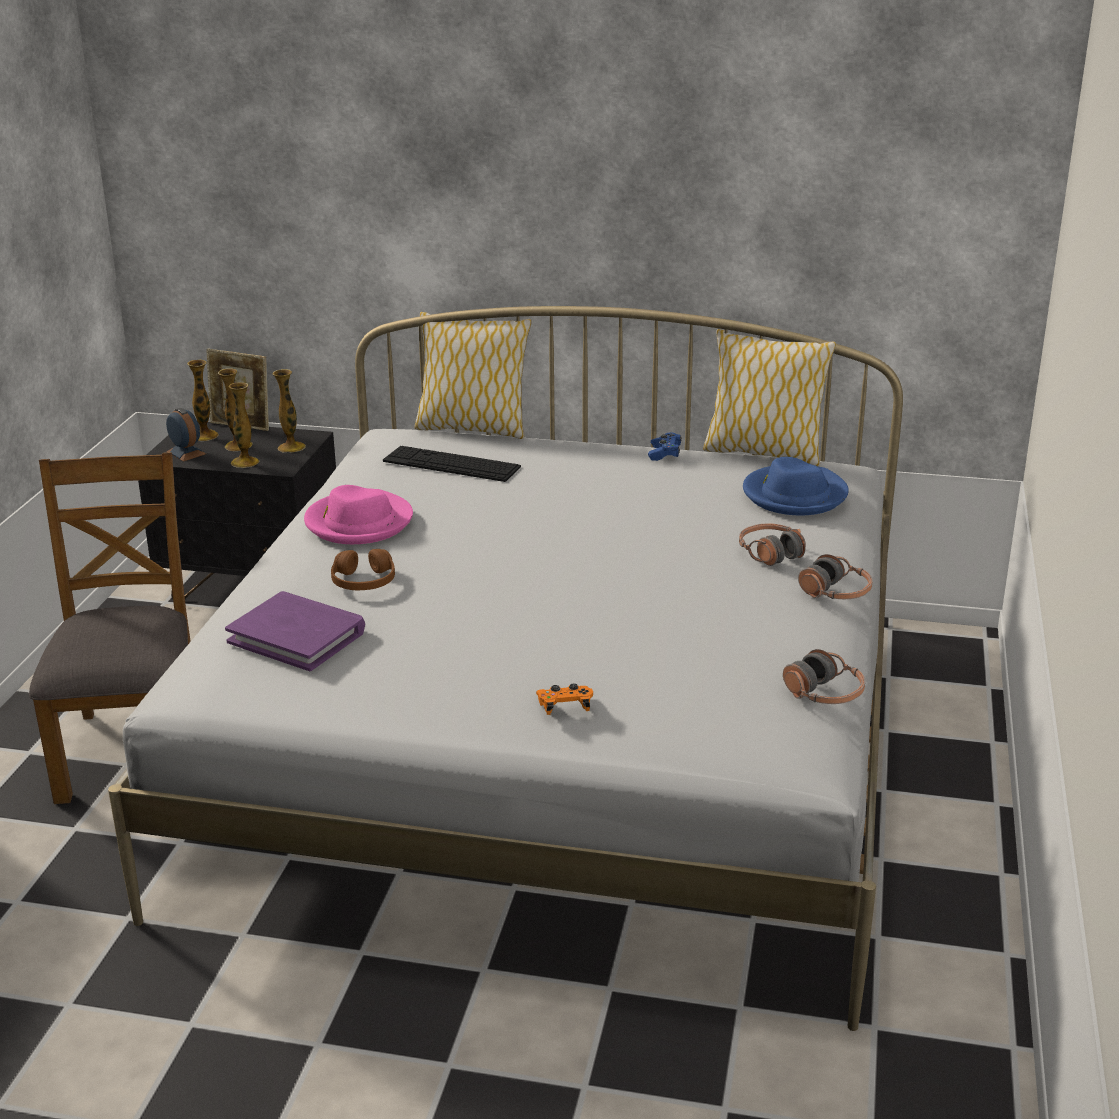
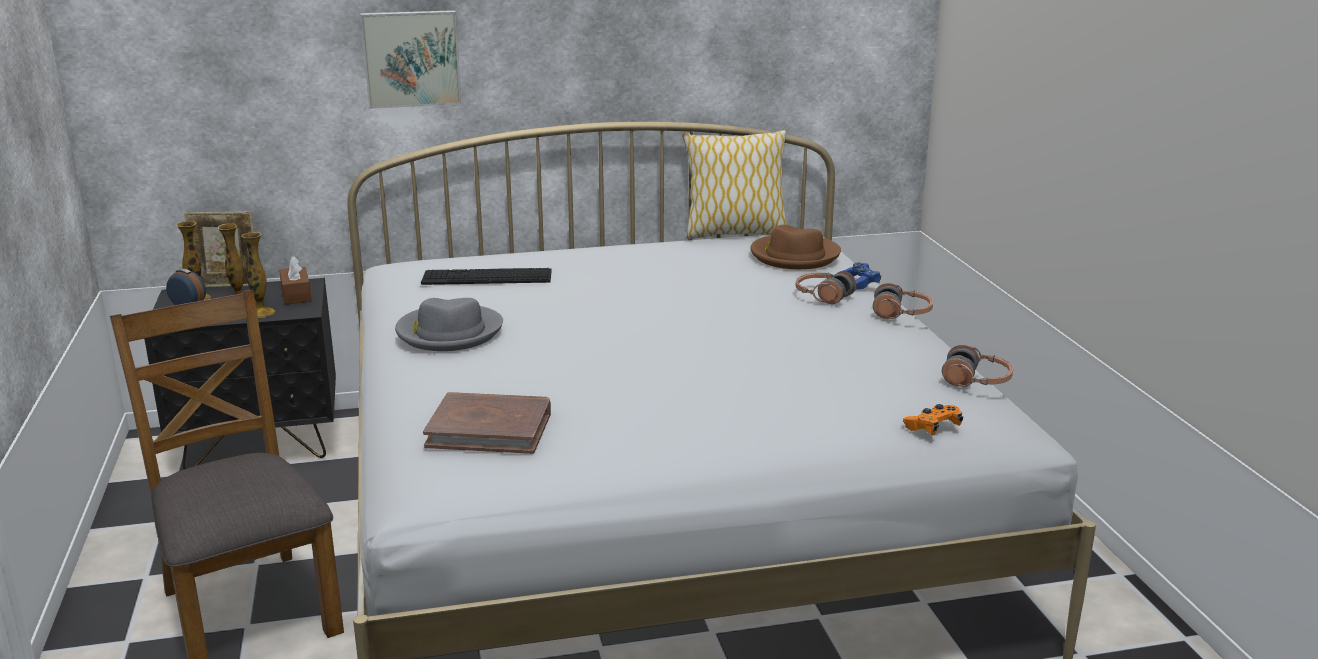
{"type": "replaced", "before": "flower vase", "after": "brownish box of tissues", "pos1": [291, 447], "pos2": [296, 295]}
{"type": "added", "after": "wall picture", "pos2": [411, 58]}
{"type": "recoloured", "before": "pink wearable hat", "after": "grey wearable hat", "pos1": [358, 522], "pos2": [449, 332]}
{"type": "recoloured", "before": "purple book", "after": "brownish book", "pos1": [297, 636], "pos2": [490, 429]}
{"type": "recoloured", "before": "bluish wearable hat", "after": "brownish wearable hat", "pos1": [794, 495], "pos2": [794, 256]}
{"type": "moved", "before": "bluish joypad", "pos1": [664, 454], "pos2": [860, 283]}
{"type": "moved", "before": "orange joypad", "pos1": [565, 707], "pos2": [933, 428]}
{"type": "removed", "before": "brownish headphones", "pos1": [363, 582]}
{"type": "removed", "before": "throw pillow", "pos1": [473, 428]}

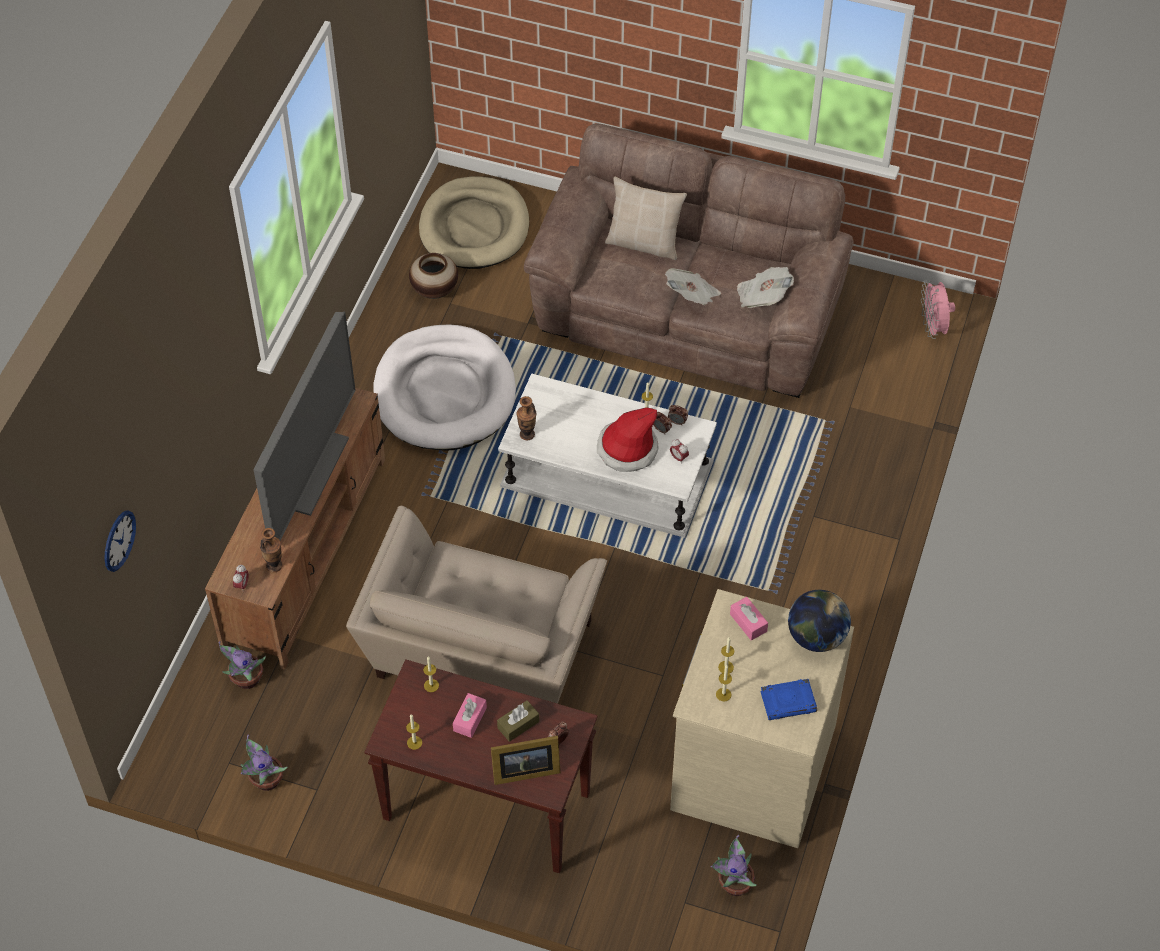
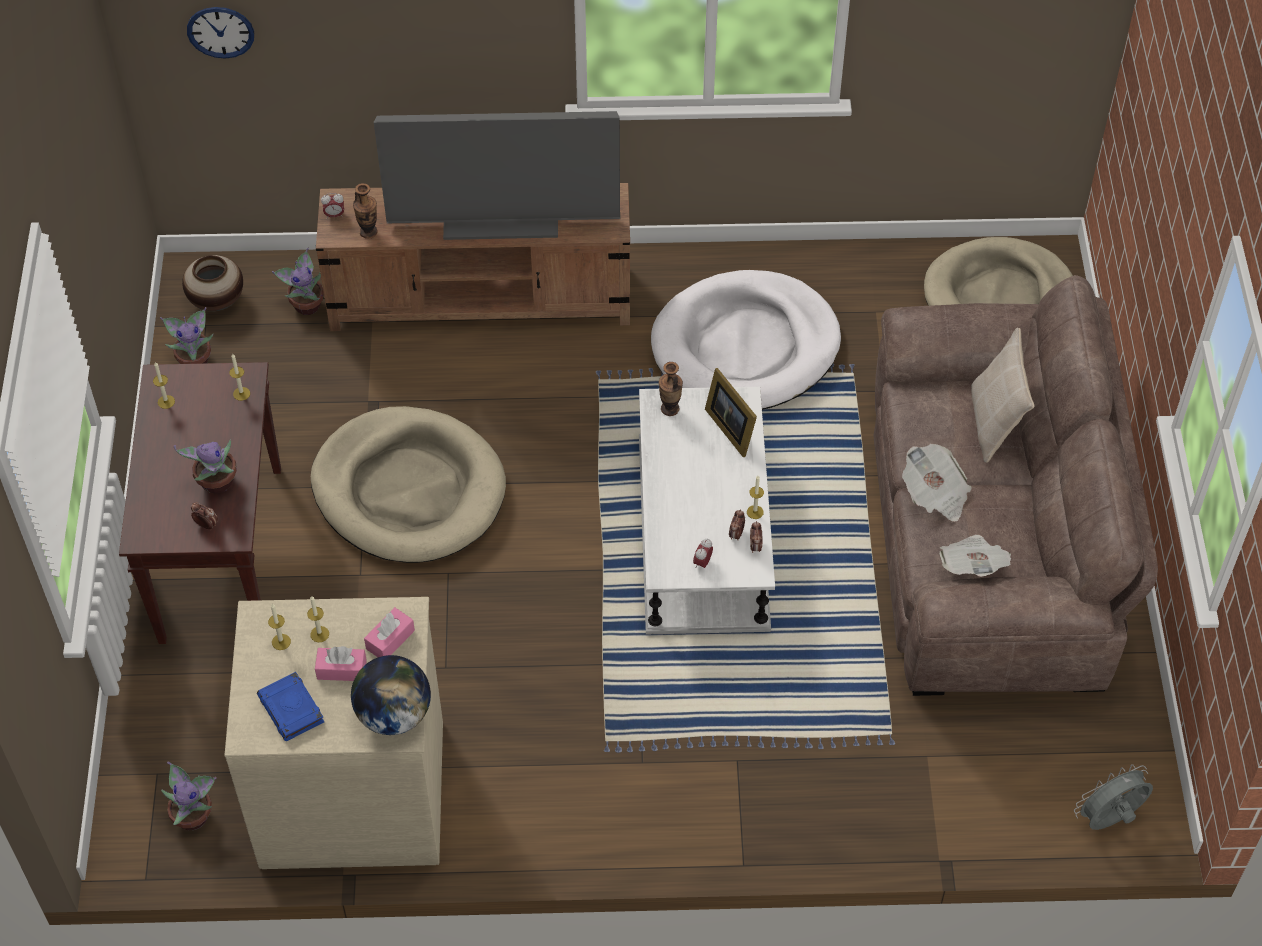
{"type": "replaced", "before": "brownish box of tissues", "after": "plant in a pot", "pos1": [518, 725], "pos2": [216, 483]}
{"type": "moved", "before": "flower vase", "pos1": [435, 290], "pos2": [217, 301]}
{"type": "replaced", "before": "sand-coloured lounge chair", "after": "sand-coloured dog cushion", "pos1": [481, 655], "pos2": [409, 490]}
{"type": "moved", "before": "pink box of tissues", "pos1": [470, 719], "pos2": [341, 669]}
{"type": "moved", "before": "photo frame", "pos1": [523, 770], "pos2": [731, 427]}
{"type": "recoloured", "before": "pink cooling fan", "after": "grey cooling fan", "pos1": [933, 327], "pos2": [1109, 820]}
{"type": "removed", "before": "wearable hat", "pos1": [627, 449]}

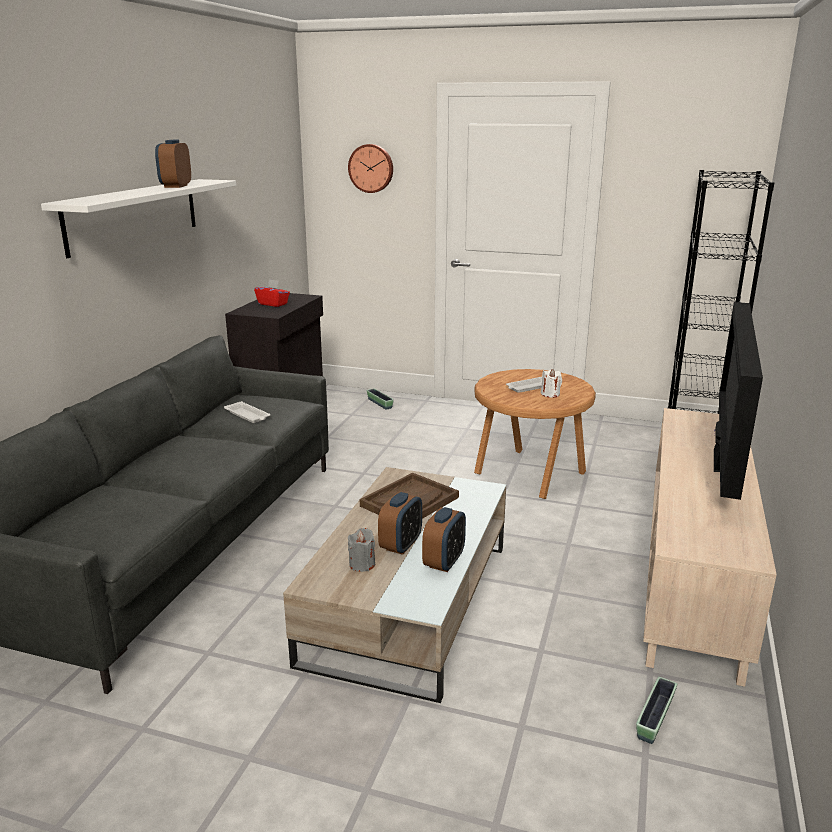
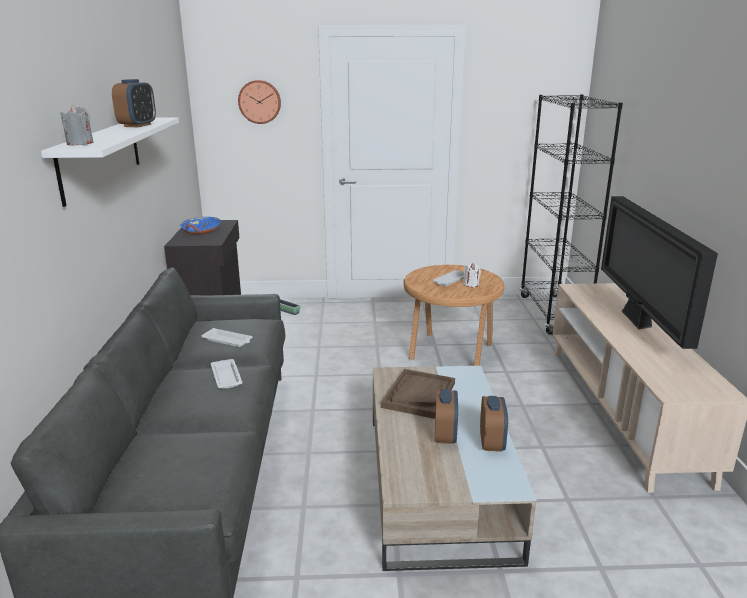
{"type": "moved", "before": "grey wax light", "pos1": [362, 564], "pos2": [80, 143]}
{"type": "turned", "before": "alarm clock", "pos1": [176, 186], "pos2": [137, 125], "turn": -150}
{"type": "replaced", "before": "red box of tissues", "after": "bluish bowl", "pos1": [273, 304], "pos2": [201, 232]}
{"type": "added", "after": "whitish carrying tray", "pos2": [226, 376]}
{"type": "removed", "before": "plant pot", "pos1": [655, 718]}

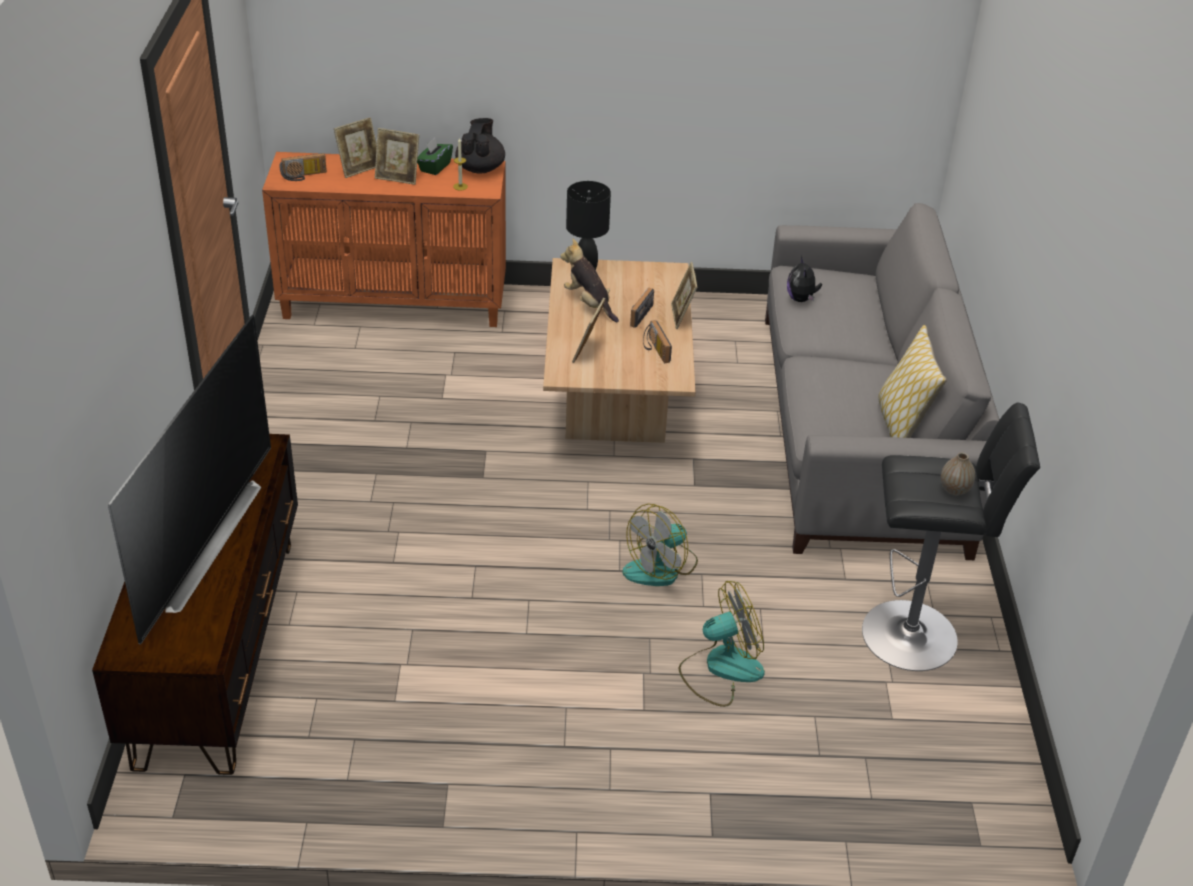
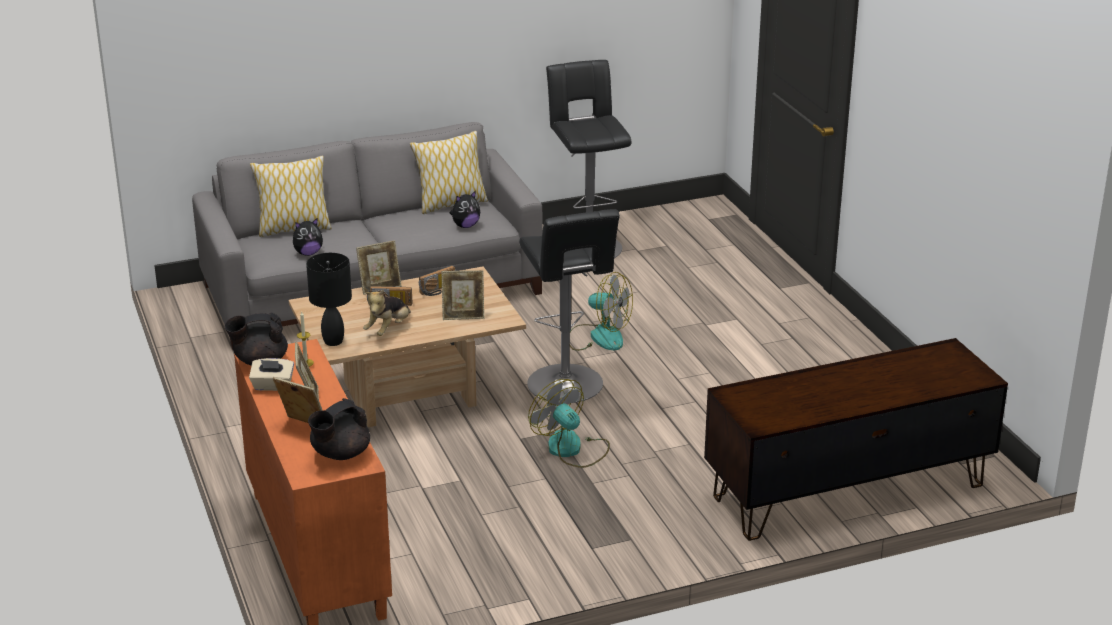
{"type": "recoloured", "before": "green box of tissues", "after": "sand-coloured box of tissues", "pos1": [434, 167], "pos2": [272, 386]}
{"type": "added", "after": "throw pillow", "pos2": [293, 229]}
{"type": "replaced", "before": "radio receiver", "after": "black pot for tea", "pos1": [304, 176], "pos2": [340, 454]}
{"type": "added", "after": "plush toy", "pos2": [465, 226]}
{"type": "added", "after": "black sitting stool", "pos2": [567, 386]}
{"type": "moved", "before": "cooling fan", "pos1": [720, 669], "pos2": [571, 449]}
{"type": "removed", "before": "TV set", "pos1": [199, 541]}
{"type": "removed", "before": "flower vase", "pos1": [954, 489]}

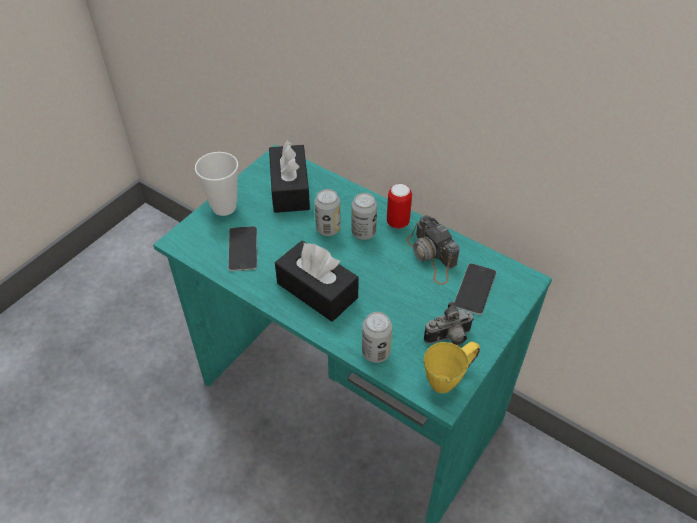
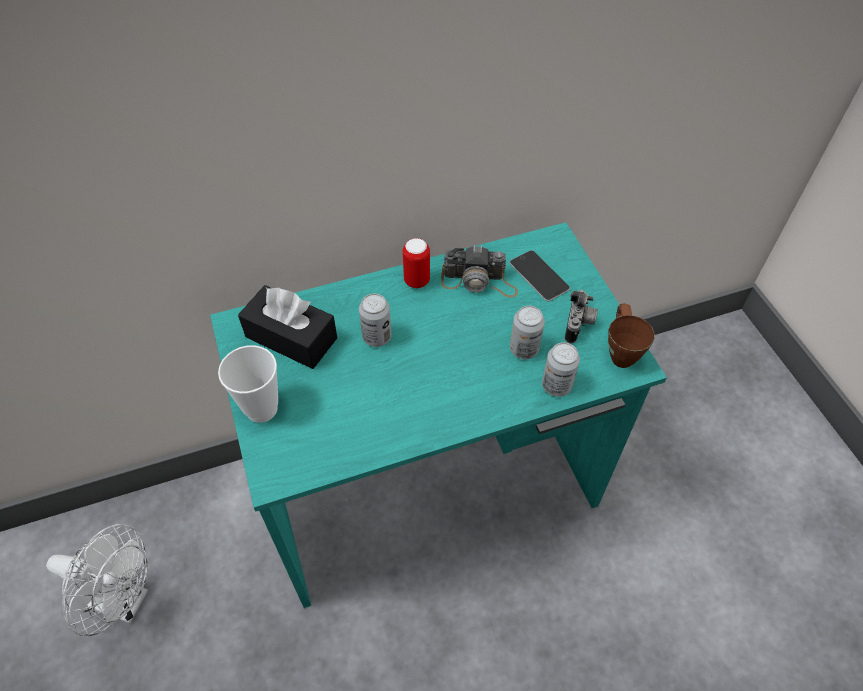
{"type": "added", "after": "whitish cooling fan", "pos2": [124, 600]}
{"type": "moved", "before": "metal can", "pos1": [363, 232], "pos2": [524, 349]}
{"type": "recoloured", "before": "yellow-coloured mug", "after": "brownish mug", "pos1": [449, 379], "pos2": [620, 350]}
{"type": "removed", "before": "handset", "pos1": [243, 248]}
{"type": "removed", "before": "black box of tissues", "pos1": [317, 290]}

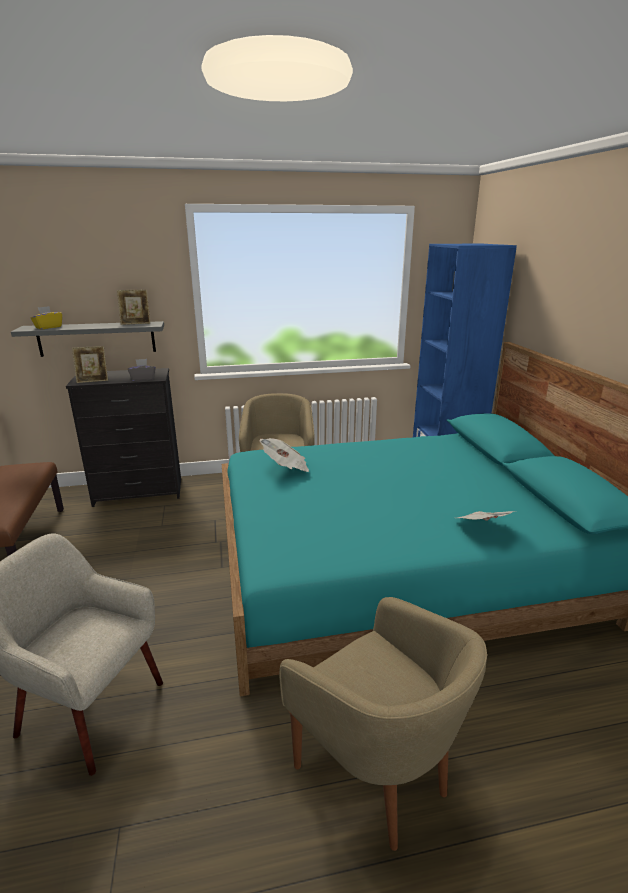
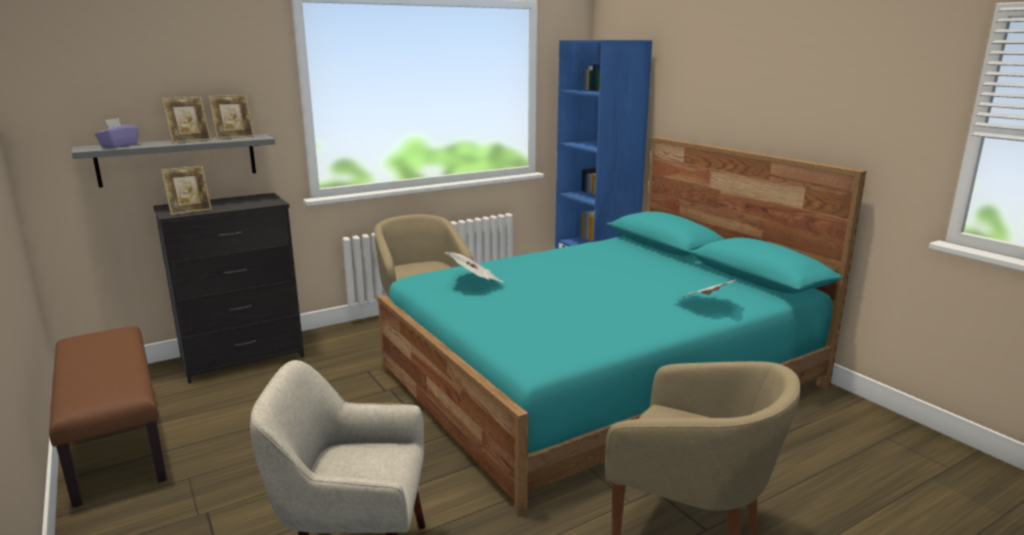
{"type": "recoloured", "before": "yellow-coloured box of tissues", "after": "purple box of tissues", "pos1": [48, 327], "pos2": [119, 146]}
{"type": "added", "after": "photo frame", "pos2": [190, 141]}
{"type": "removed", "before": "grey box of tissues", "pos1": [143, 379]}

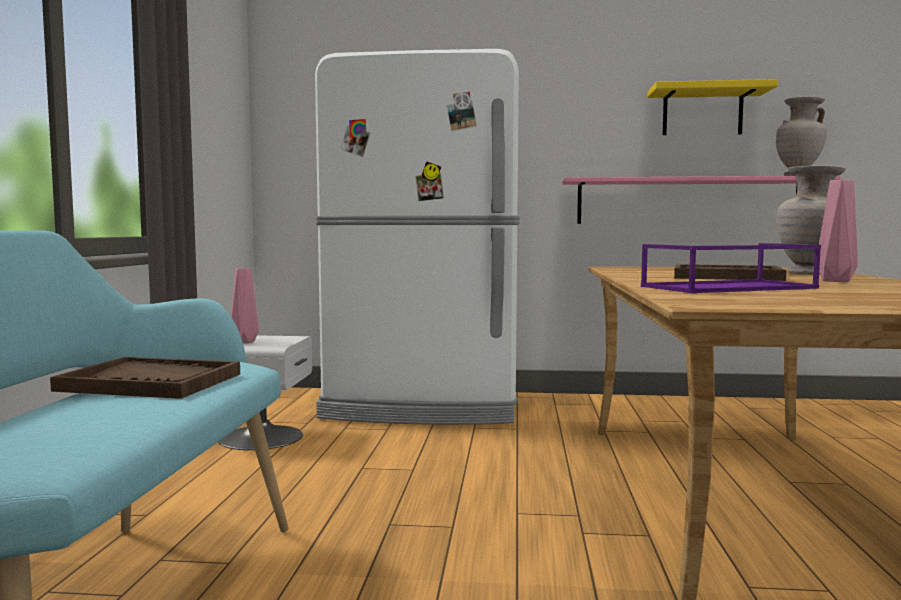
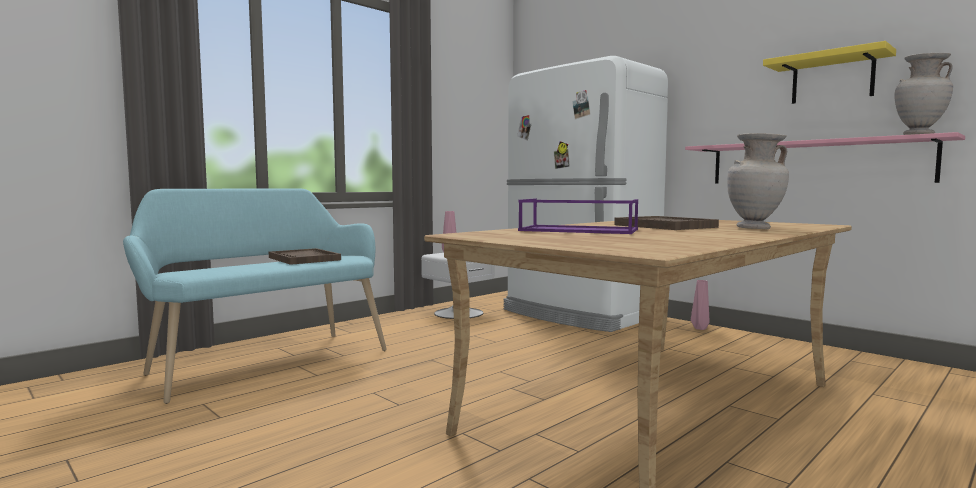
{"type": "moved", "before": "pink flower vase", "pos1": [837, 281], "pos2": [700, 328]}

